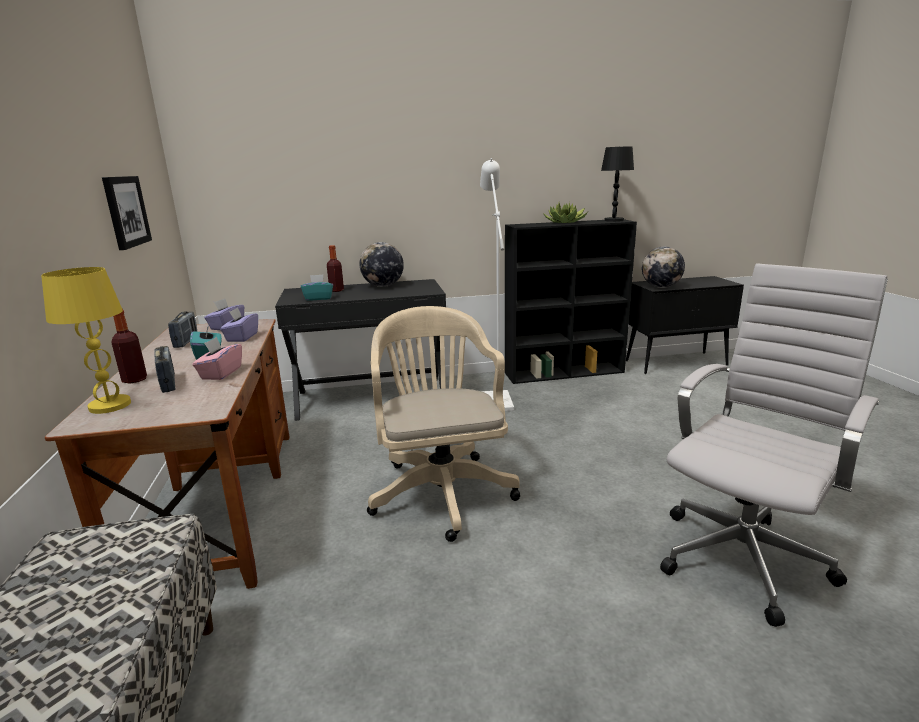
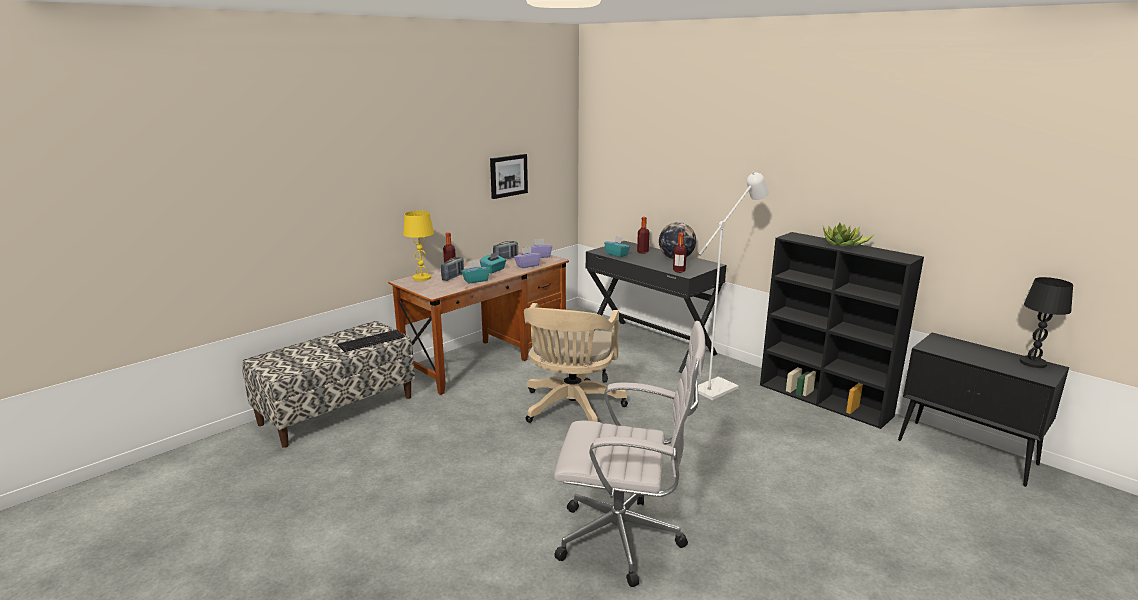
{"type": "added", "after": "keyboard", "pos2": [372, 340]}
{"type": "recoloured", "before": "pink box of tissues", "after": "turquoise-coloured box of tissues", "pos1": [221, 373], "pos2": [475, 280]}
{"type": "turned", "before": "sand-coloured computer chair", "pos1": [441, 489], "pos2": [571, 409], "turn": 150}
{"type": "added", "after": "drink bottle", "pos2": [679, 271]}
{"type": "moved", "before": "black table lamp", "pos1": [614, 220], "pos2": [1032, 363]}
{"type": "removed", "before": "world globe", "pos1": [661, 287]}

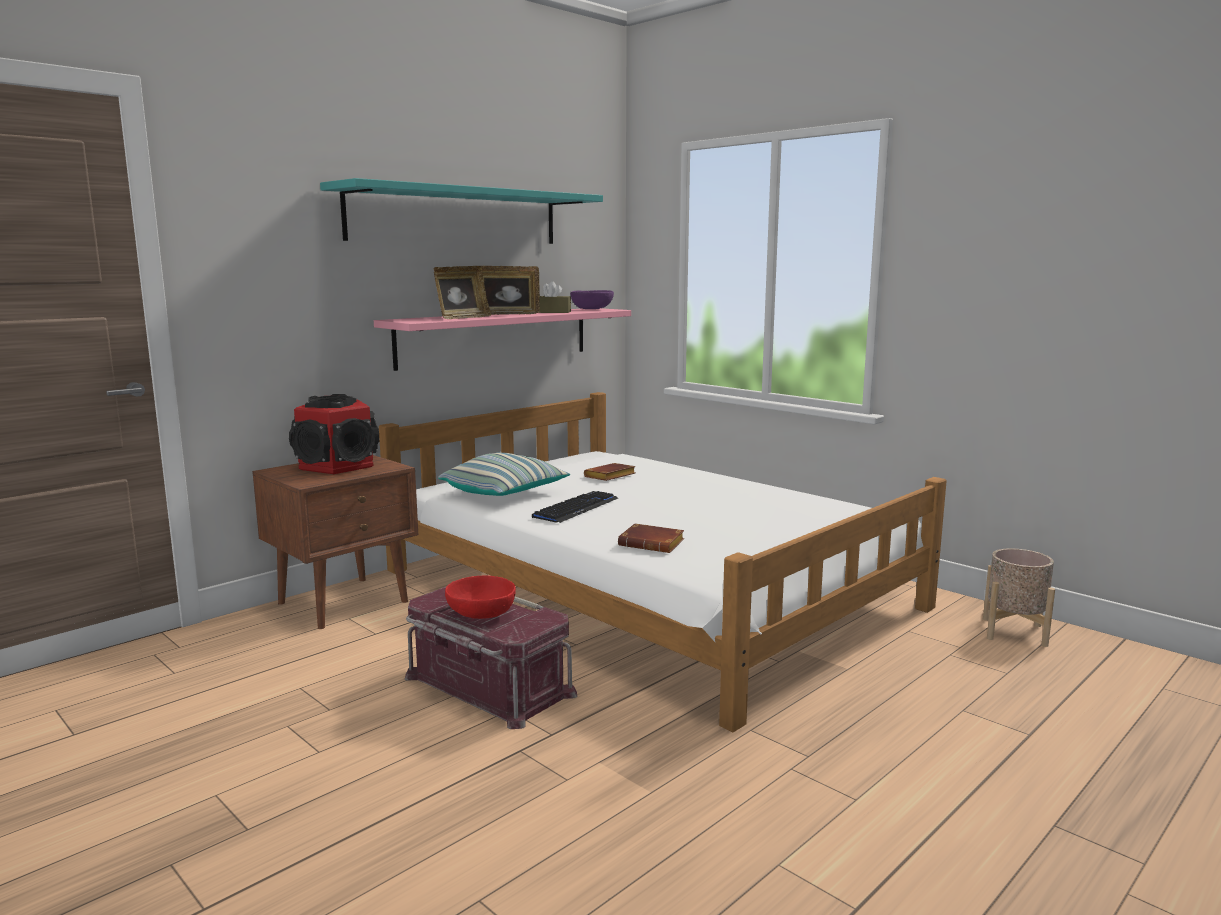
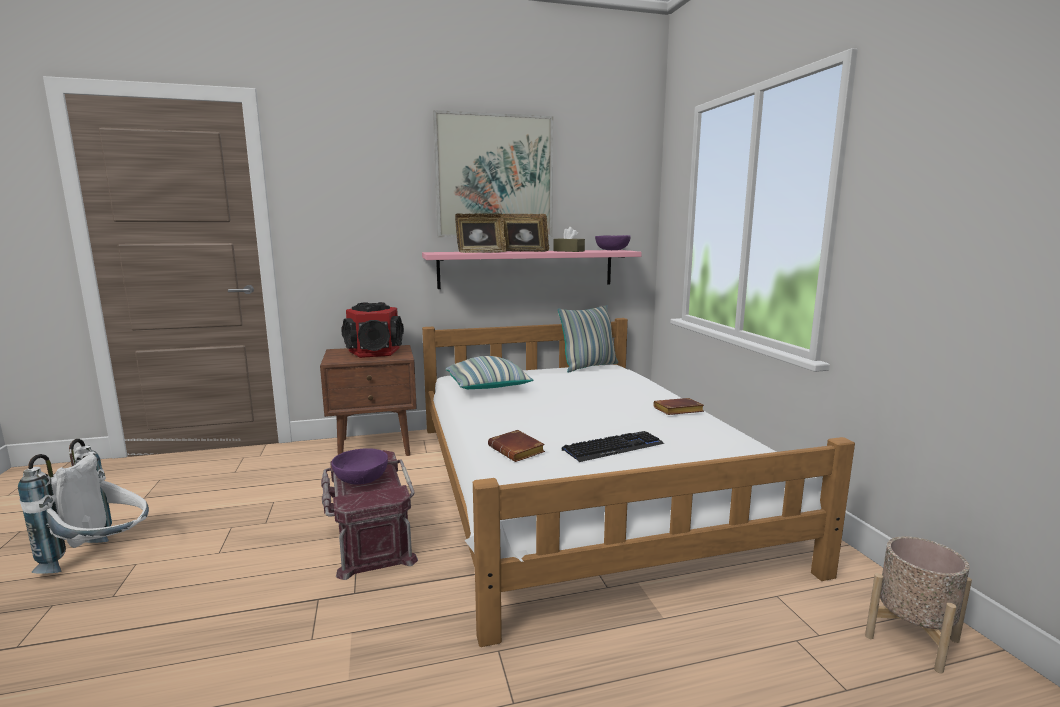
{"type": "added", "after": "whitish backpack", "pos2": [103, 558]}
{"type": "recoloured", "before": "red bowl", "after": "purple bowl", "pos1": [482, 613], "pos2": [362, 479]}
{"type": "replaced", "before": "turquoise-coloured bracket shelf", "after": "wall picture", "pos1": [456, 216], "pos2": [494, 177]}
{"type": "added", "after": "throw pillow", "pos2": [588, 366]}
{"type": "moved", "before": "keyboard", "pos1": [576, 508], "pos2": [613, 448]}
{"type": "moved", "before": "brownish book", "pos1": [610, 477], "pos2": [677, 411]}

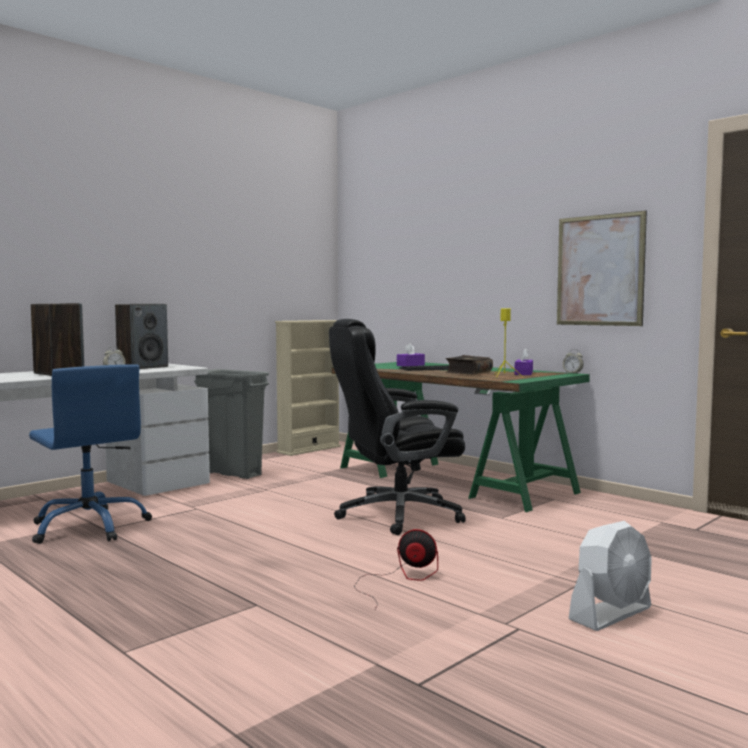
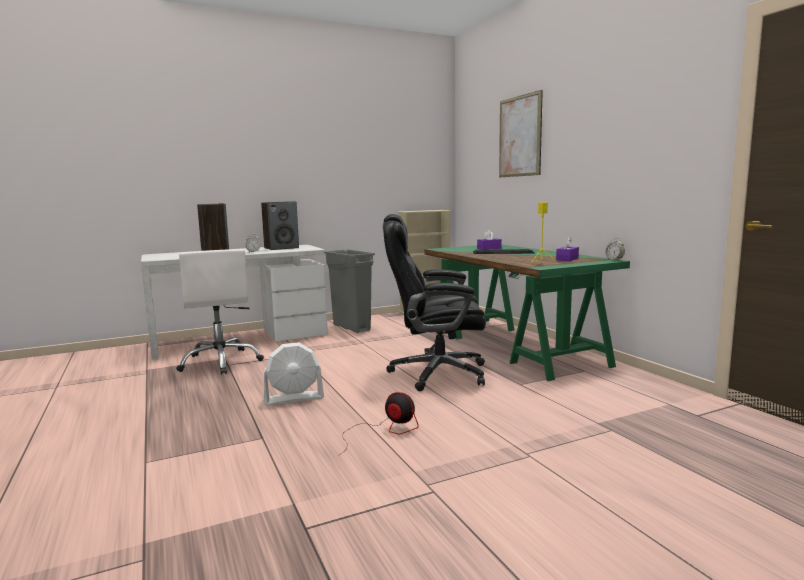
{"type": "recoloured", "before": "bluish computer chair", "after": "whitish computer chair", "pos1": [90, 527], "pos2": [221, 362]}
{"type": "moved", "before": "whitish cooling fan", "pos1": [611, 614], "pos2": [294, 398]}
{"type": "moved", "before": "wall picture", "pos1": [599, 270], "pos2": [519, 136]}
{"type": "removed", "before": "book", "pos1": [468, 372]}

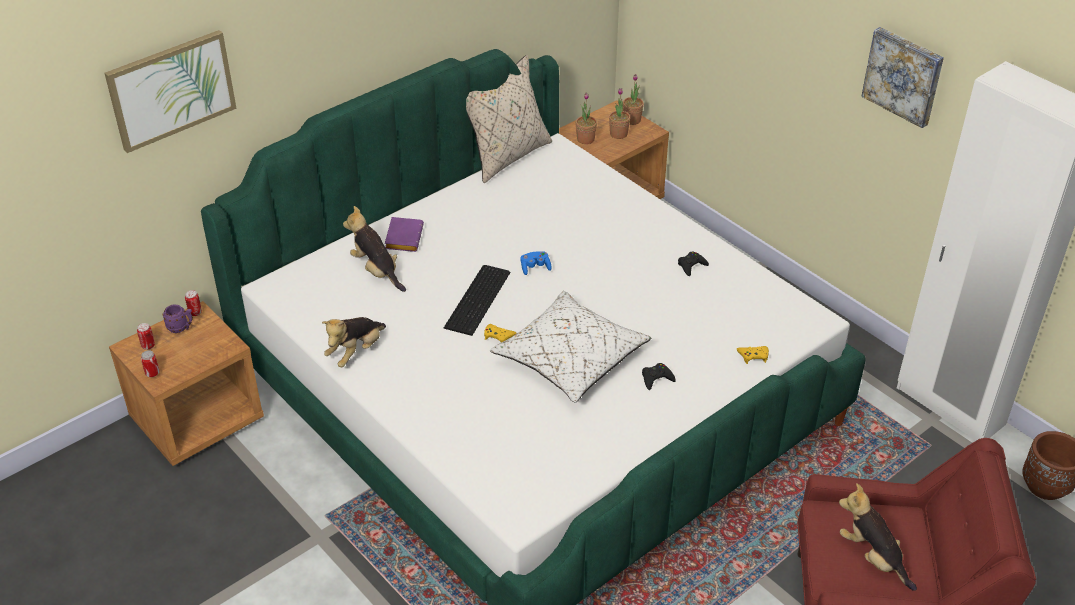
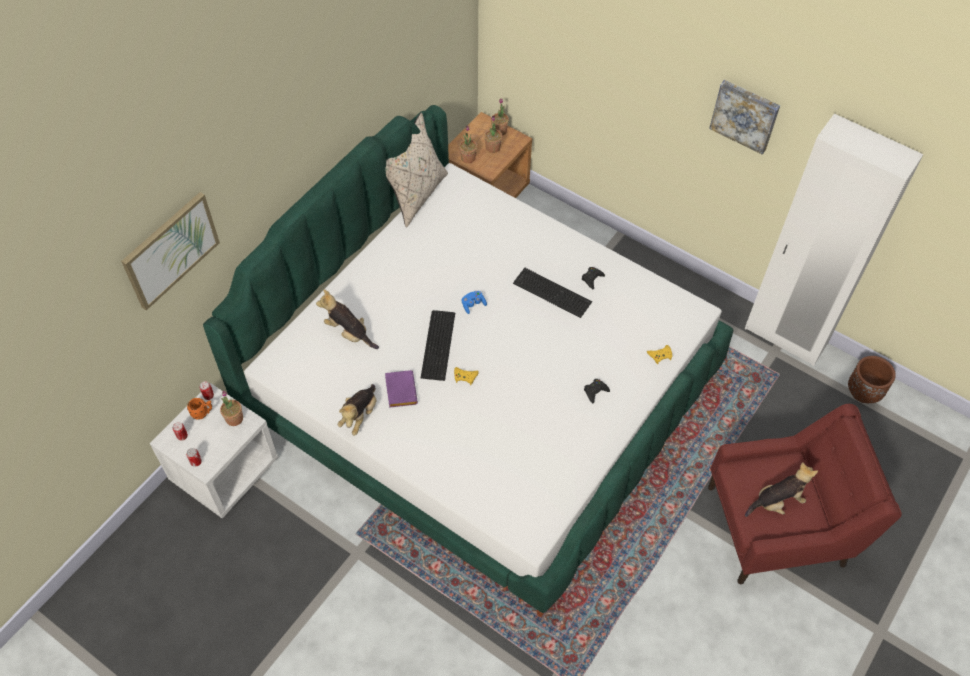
{"type": "recoloured", "before": "brownish nightstand", "after": "whitish nightstand", "pos1": [198, 420], "pos2": [225, 470]}
{"type": "recoloured", "before": "purple mug", "after": "orange mug", "pos1": [181, 328], "pos2": [203, 413]}
{"type": "added", "after": "plant in a pot", "pos2": [234, 418]}
{"type": "moved", "before": "purple book", "pos1": [403, 237], "pos2": [399, 390]}
{"type": "added", "after": "keyboard", "pos2": [552, 291]}
{"type": "turned", "before": "plush toy", "pos1": [872, 557], "pos2": [777, 501], "turn": 120}
{"type": "removed", "before": "whitish throw pillow", "pos1": [569, 359]}

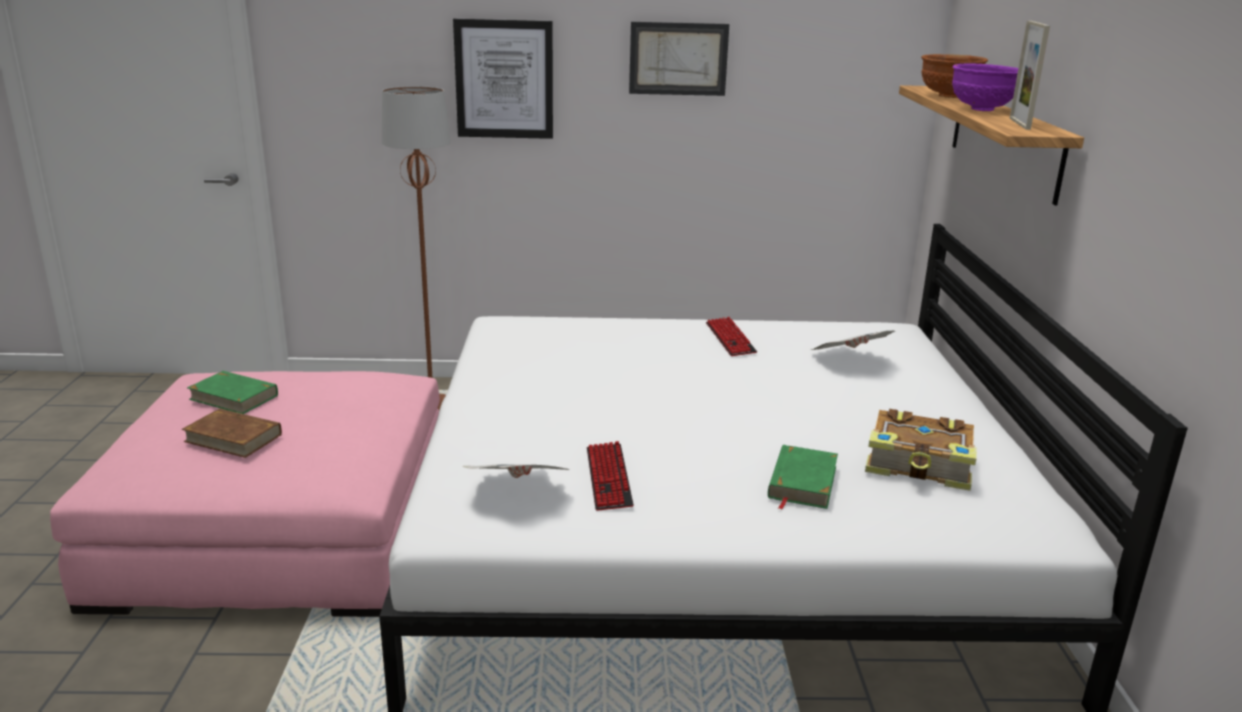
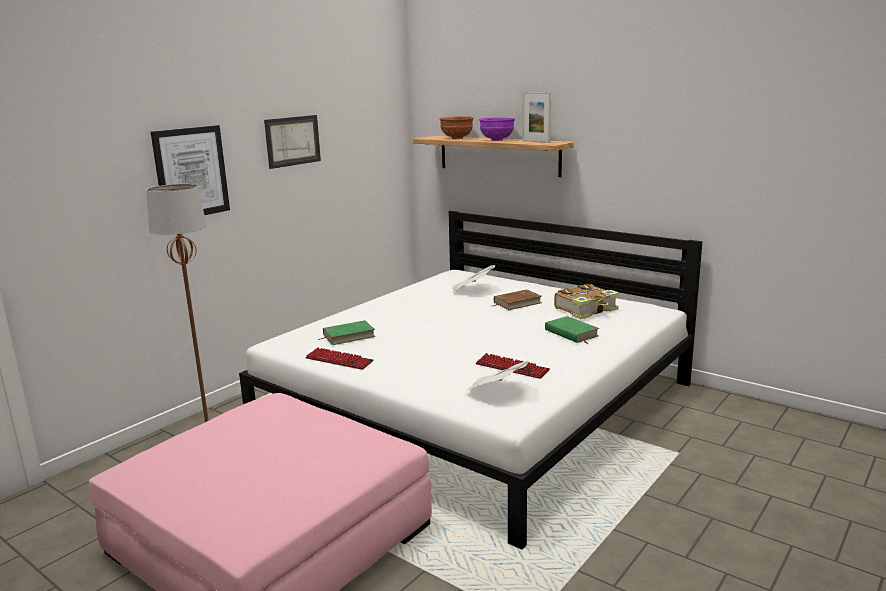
{"type": "moved", "before": "keyboard", "pos1": [730, 338], "pos2": [339, 360]}
{"type": "moved", "before": "green book", "pos1": [234, 397], "pos2": [348, 336]}
{"type": "moved", "before": "brownish book", "pos1": [233, 438], "pos2": [517, 303]}

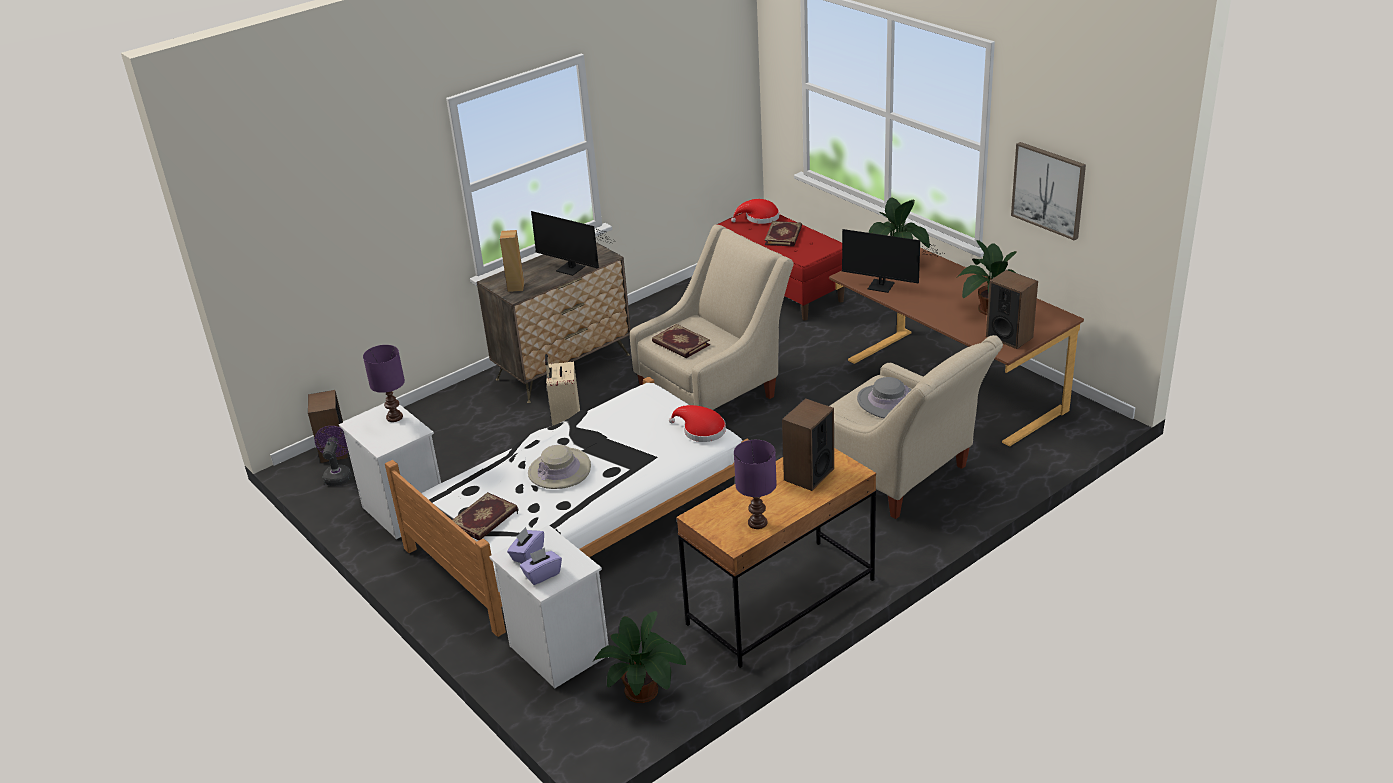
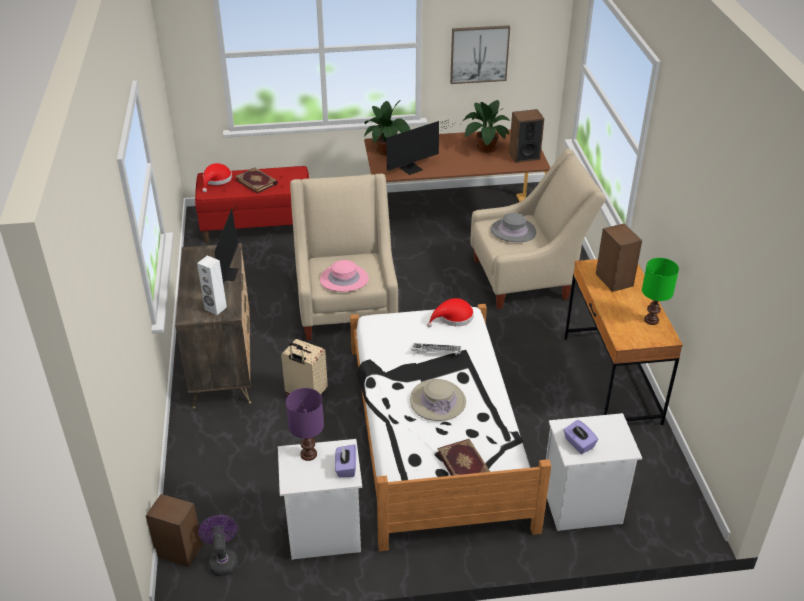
{"type": "recoloured", "before": "brownish audio speaker", "after": "whitish audio speaker", "pos1": [515, 287], "pos2": [215, 308]}
{"type": "turned", "before": "purple cooling fan", "pos1": [338, 475], "pos2": [222, 560], "turn": 45}
{"type": "turned", "before": "computer display", "pos1": [573, 270], "pos2": [228, 272], "turn": -60}
{"type": "replaced", "before": "book", "after": "pink wearable hat", "pos1": [680, 344], "pos2": [344, 279]}
{"type": "moved", "before": "purple box of tissues", "pos1": [542, 574], "pos2": [346, 468]}
{"type": "added", "after": "keyboard", "pos2": [436, 351]}
{"type": "recoloured", "before": "purple table lamp", "after": "green table lamp", "pos1": [758, 523], "pos2": [651, 320]}
{"type": "removed", "before": "plant in a pot", "pos1": [644, 690]}

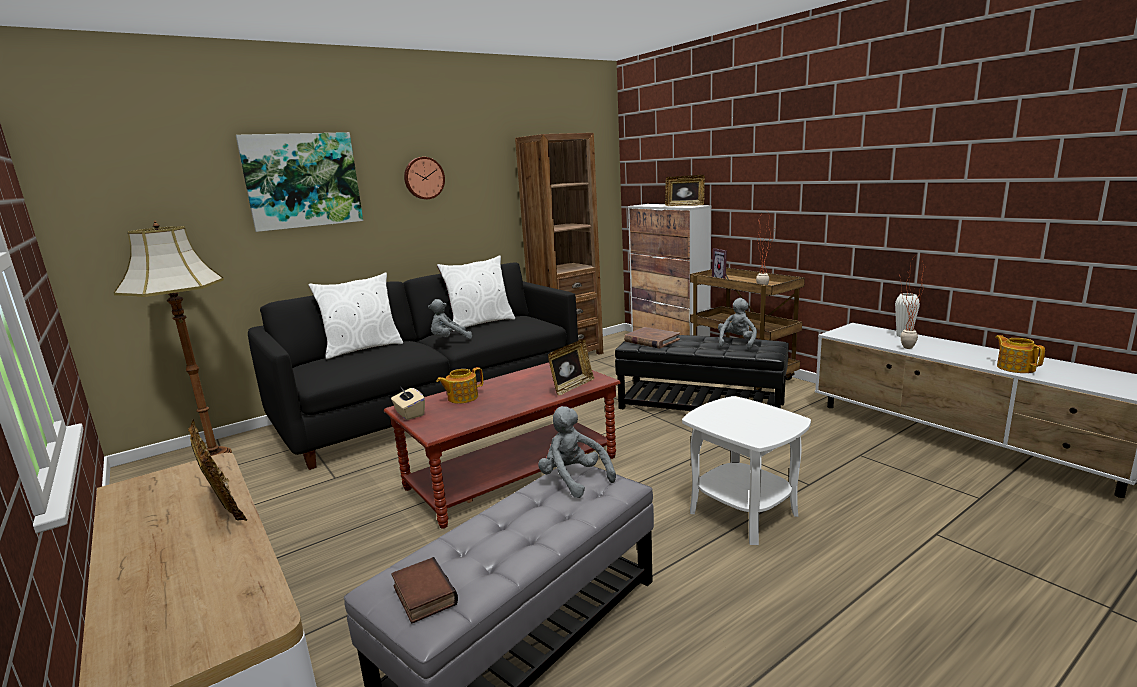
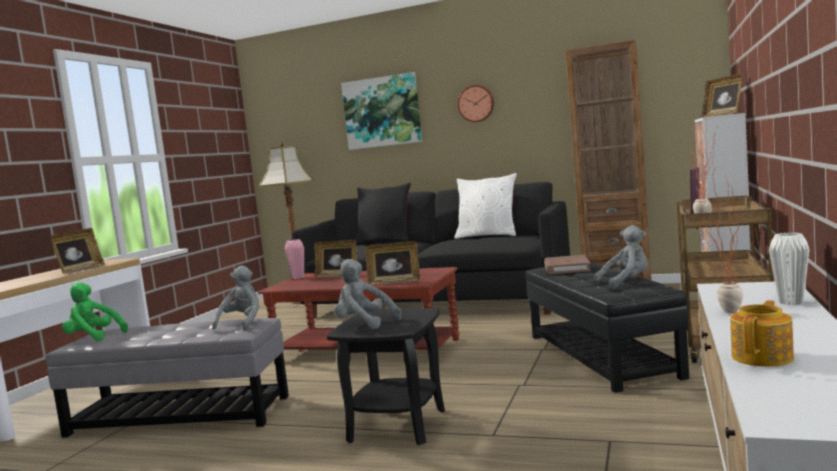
{"type": "replaced", "before": "book", "after": "green plush toy", "pos1": [422, 595], "pos2": [93, 337]}
{"type": "replaced", "before": "sand-coloured box of tissues", "after": "pink flower vase", "pos1": [409, 414], "pos2": [298, 277]}
{"type": "replaced", "before": "pot for tea", "after": "photo frame", "pos1": [462, 398], "pos2": [338, 276]}
{"type": "recoloured", "before": "whitish end table", "after": "black end table", "pos1": [742, 513], "pos2": [396, 425]}
{"type": "moved", "before": "grey plush toy", "pos1": [449, 340], "pos2": [364, 324]}
{"type": "recoloured", "before": "whitish throw pillow", "after": "black throw pillow", "pos1": [362, 348], "pos2": [385, 242]}

